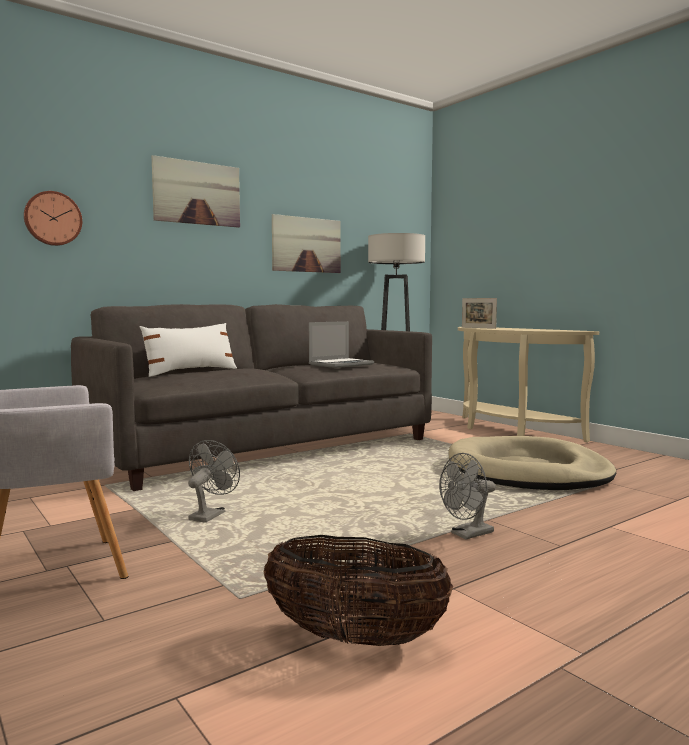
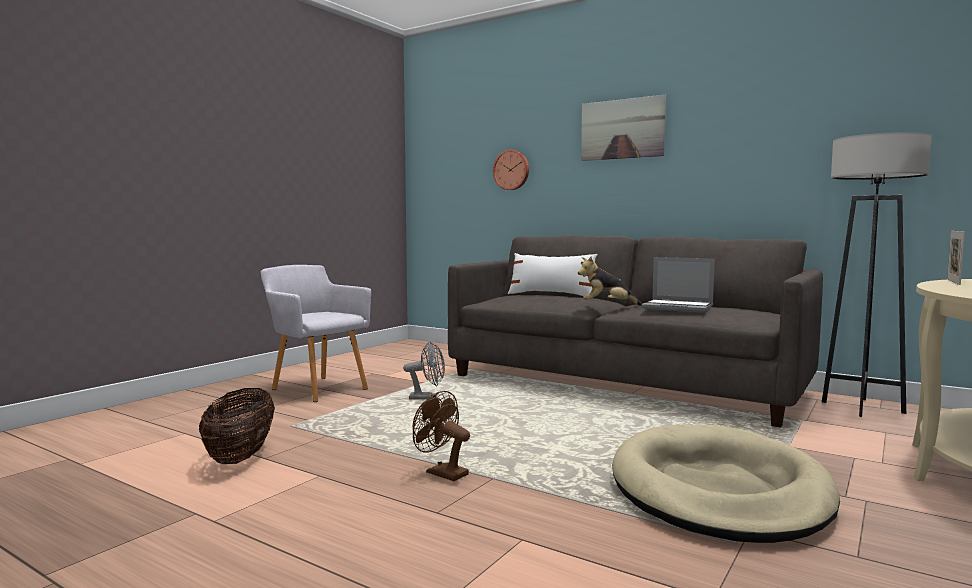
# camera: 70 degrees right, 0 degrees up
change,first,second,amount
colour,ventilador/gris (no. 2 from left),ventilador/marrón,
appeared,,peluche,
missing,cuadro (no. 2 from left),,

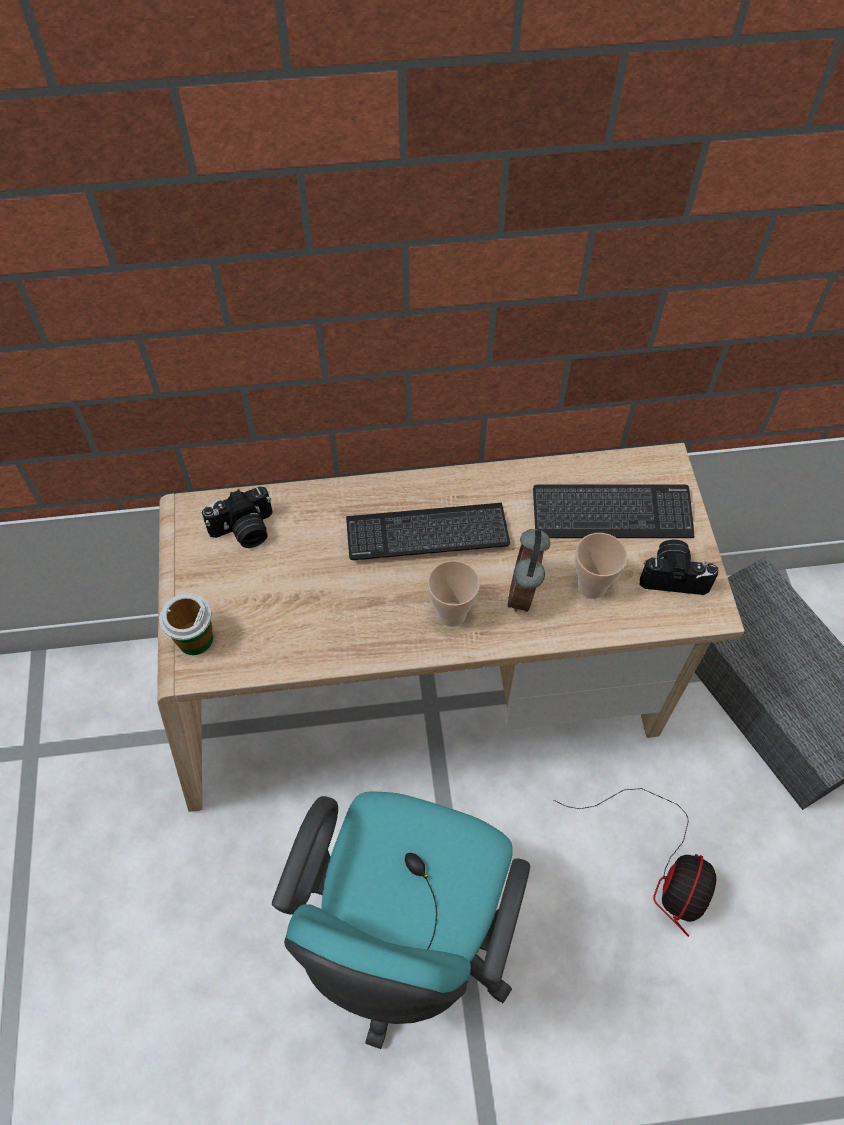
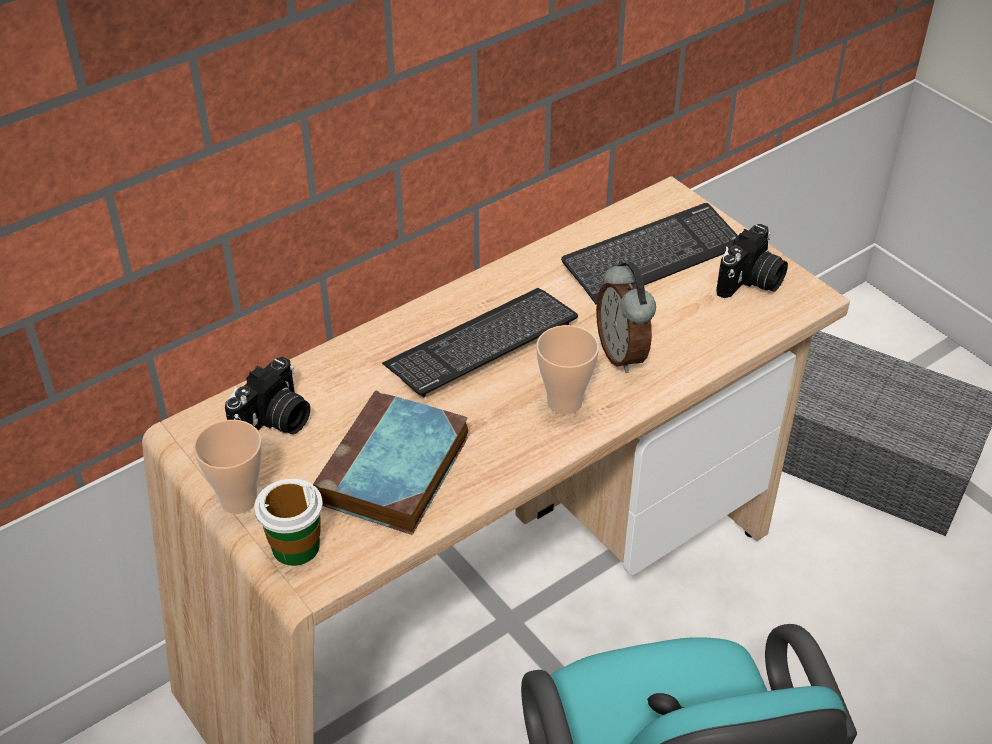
# camera: 30 degrees left, 15 degrees down
change,first,second,amount
relocated,taza (no. 3 from left in the first image),taza (no. 1 from left),
appeared,,libro,
spun,cámara (no. 2 from left),,150 degrees clockwise
missing,ventilador,,

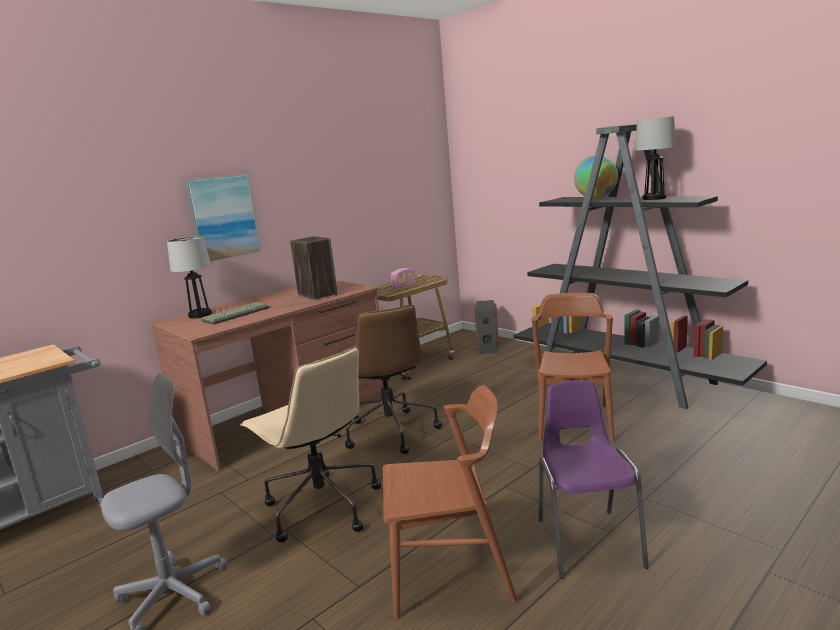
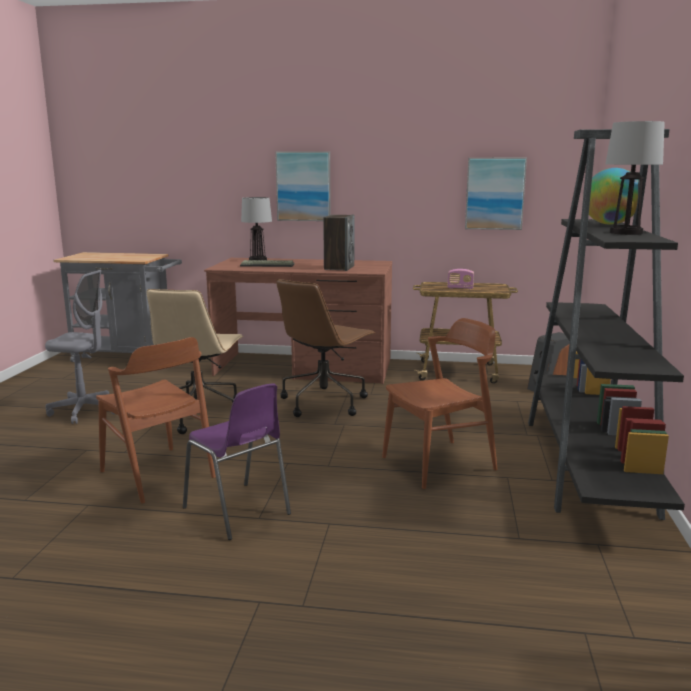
# camera: 50 degrees right, 0 degrees up
change,first,second,amount
spun,silla/morado,,90 degrees clockwise
appeared,,cuadro (no. 2 from left),

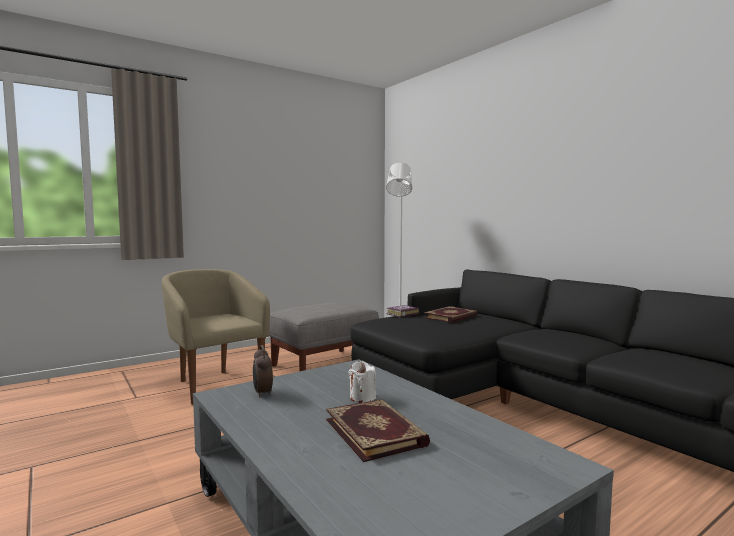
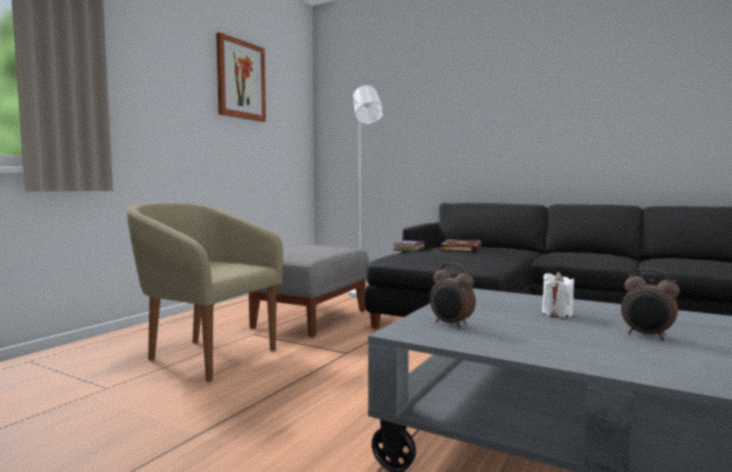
# camera: 25 degrees left, 0 degrees up
change,first,second,amount
appeared,,cuadro,
exchanged,libro (no. 1 from left),despertador (no. 2 from left),

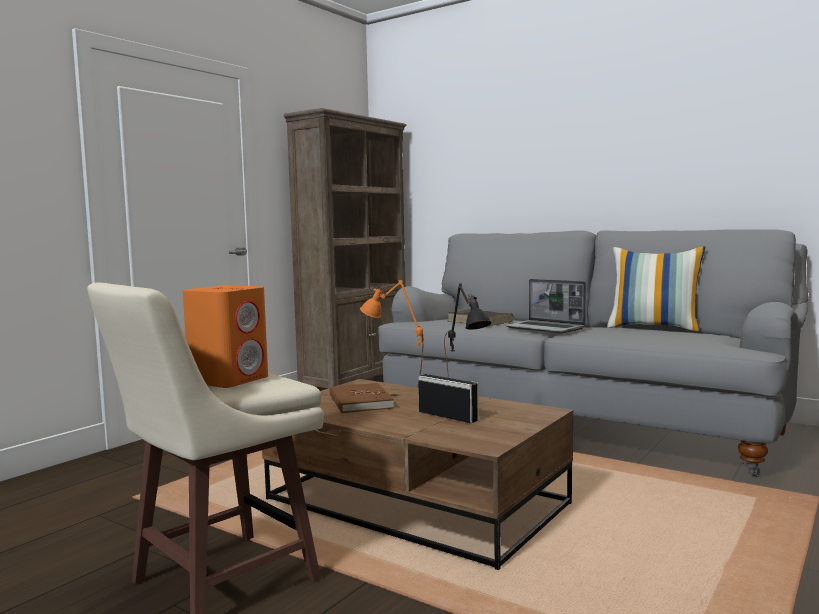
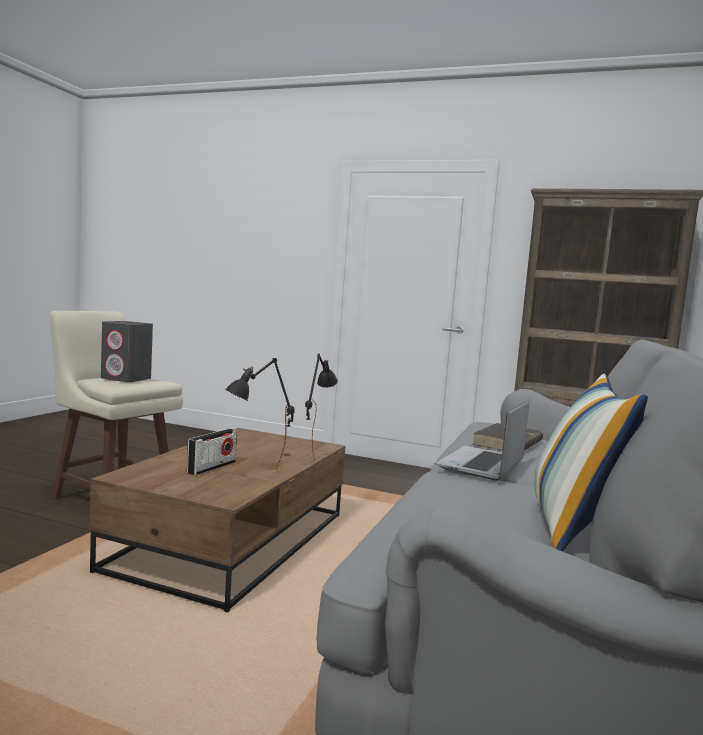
# camera: 75 degrees right, 0 degrees up
change,first,second,amount
colour,altavoz/naranja,altavoz/gris,
colour,lámpara de mesa/naranja,lámpara de mesa/negro (no. 2 from left),
missing,libro/marrón (no. 1 from left),,

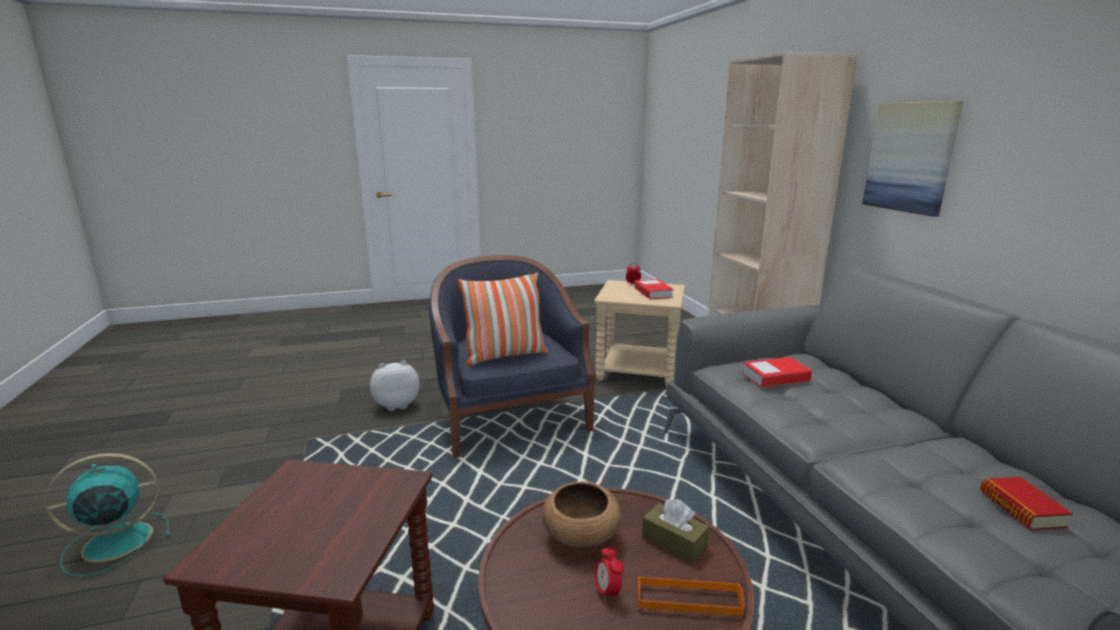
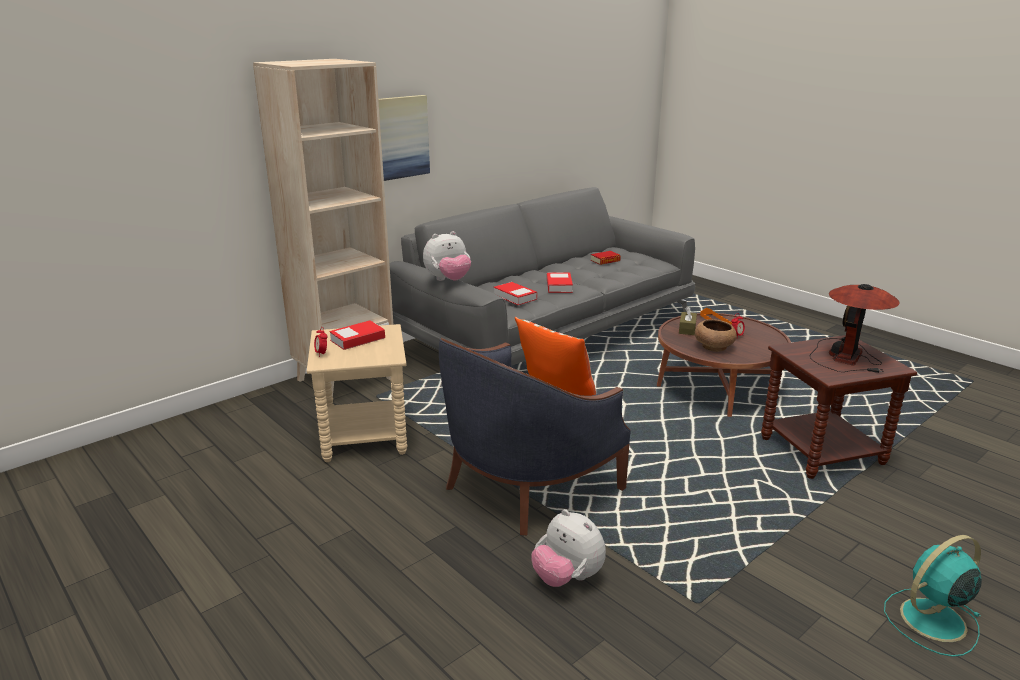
# camera: 115 degrees left, 5 degrees up
change,first,second,amount
appeared,,peluche (no. 1 from left),
appeared,,libro (no. 3 from left),
appeared,,lámpara de mesa,
spun,ventilador/turquesa,,120 degrees clockwise

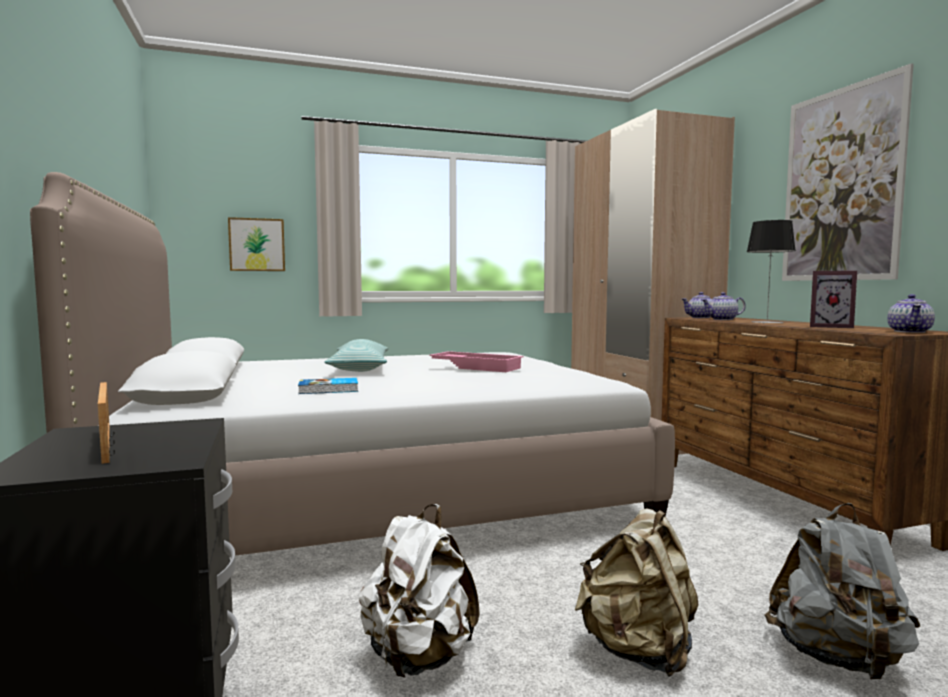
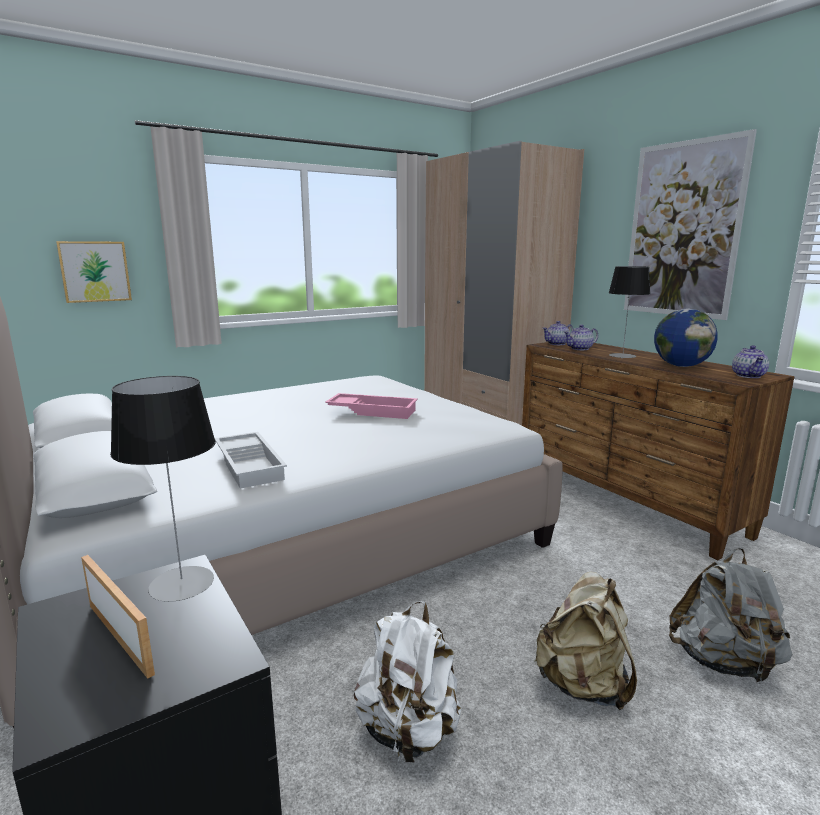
# camera: 15 degrees left, 10 degrees up
change,first,second,amount
appeared,,lámpara de mesa (no. 1 from left),
exchanged,libro,bandeja/blanco,
exchanged,portarretratos (no. 2 from left),globo terráqueo,
missing,cojín,,

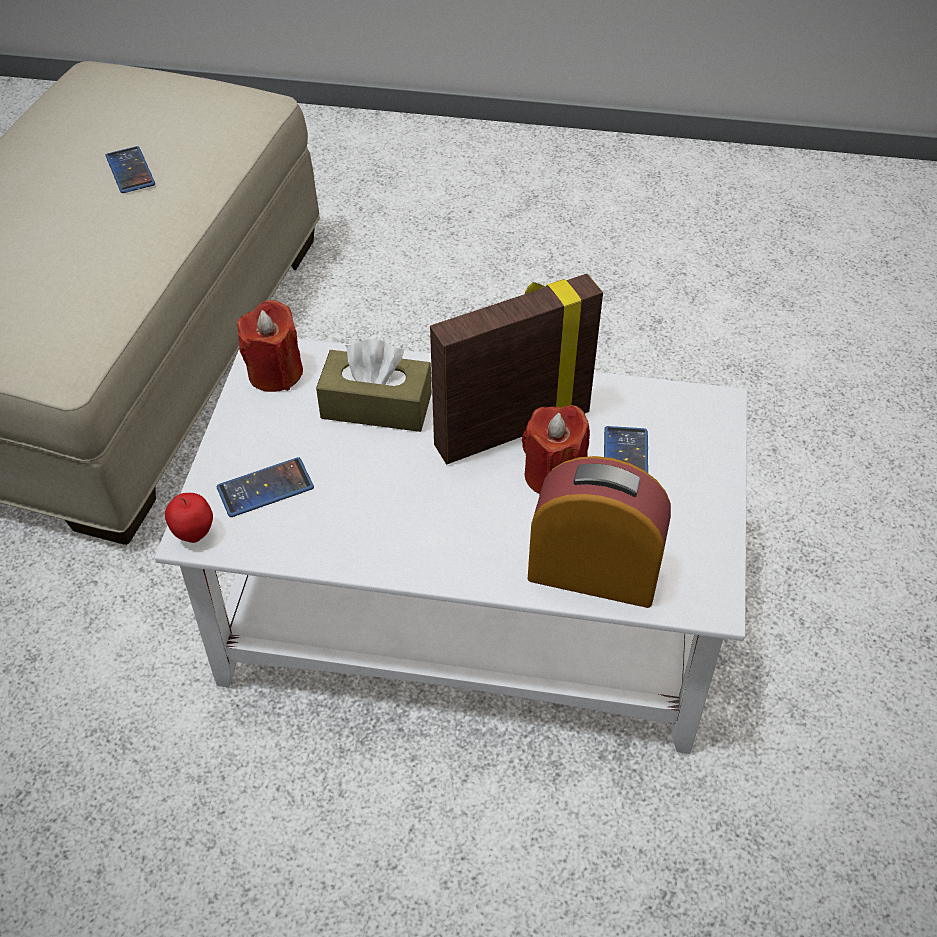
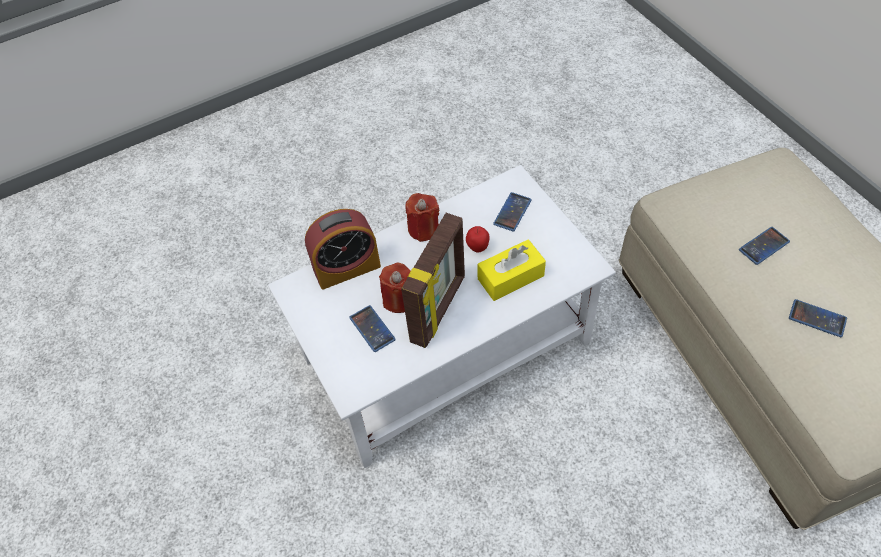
# camera: 145 degrees right, 5 degrees up
change,first,second,amount
relocated,vela/rojo (no. 1 from left in the first image),vela/rojo (no. 2 from left),
relocated,manzana,,
colour,caja de pañuelos/marrón,caja de pañuelos/amarillo,
appeared,,móvil (no. 3 from left),

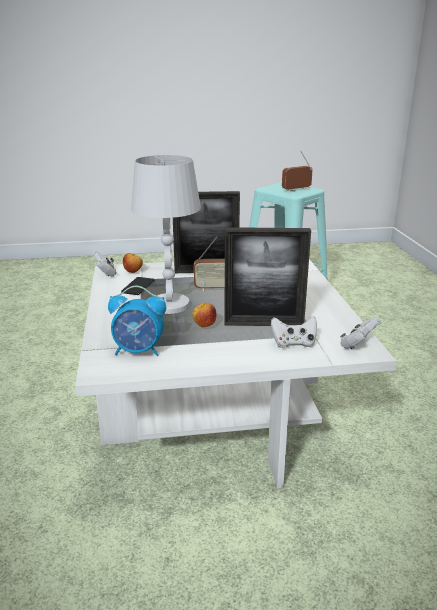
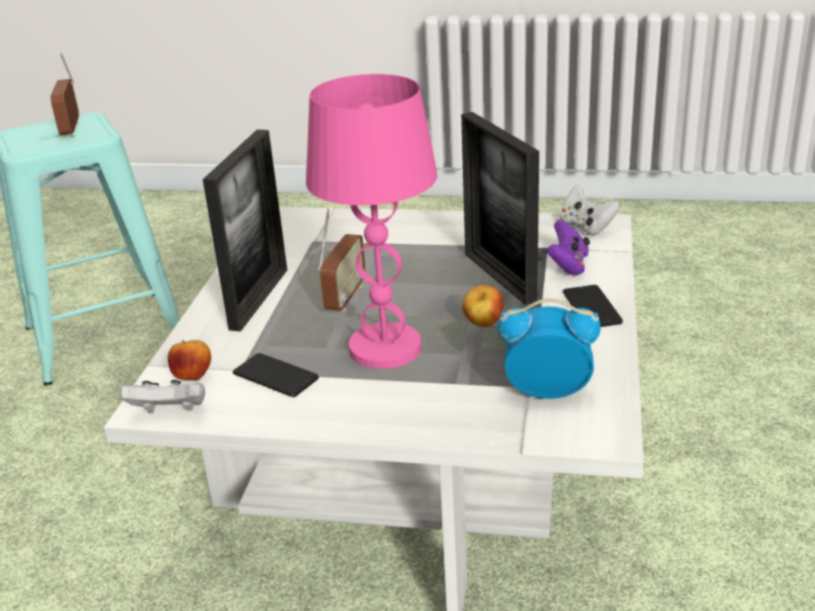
# camera: 70 degrees left, 5 degrees up
change,first,second,amount
colour,lámpara de mesa/blanco,lámpara de mesa/rosa,
spun,portarretratos (no. 2 from left),,135 degrees clockwise
spun,despertador,,105 degrees counterclockwise
colour,mando de consola/blanco (no. 2 from left),mando de consola/morado,
appeared,,móvil (no. 2 from left),

